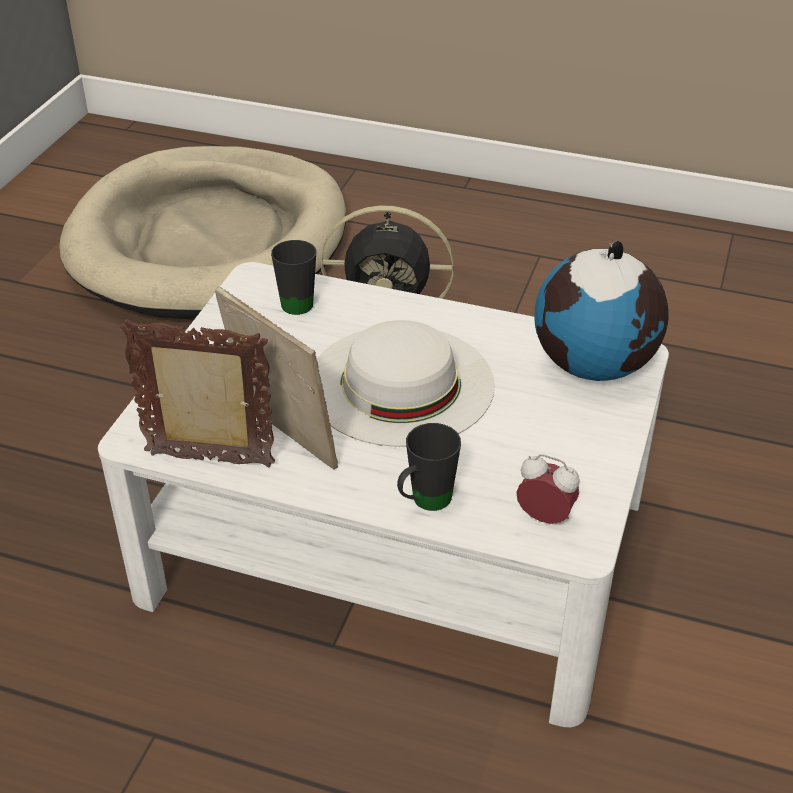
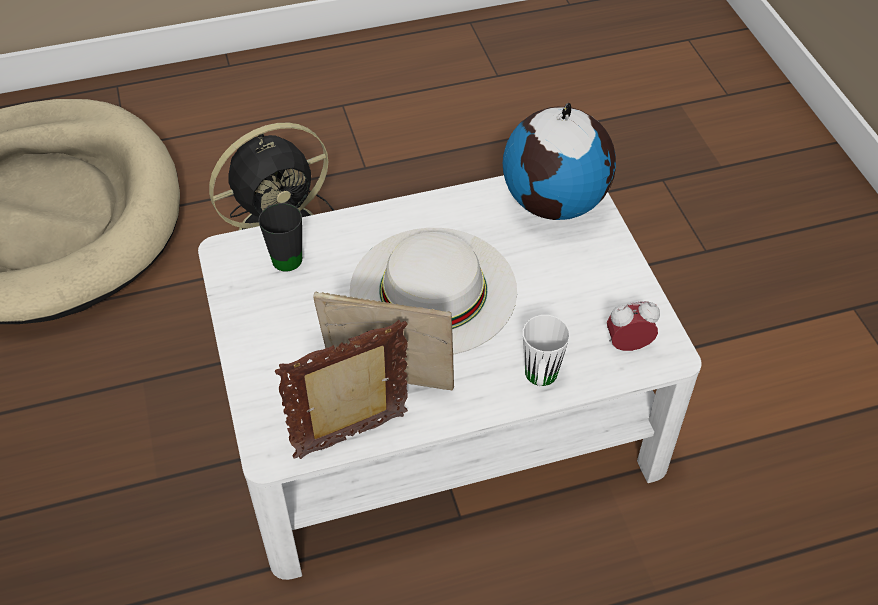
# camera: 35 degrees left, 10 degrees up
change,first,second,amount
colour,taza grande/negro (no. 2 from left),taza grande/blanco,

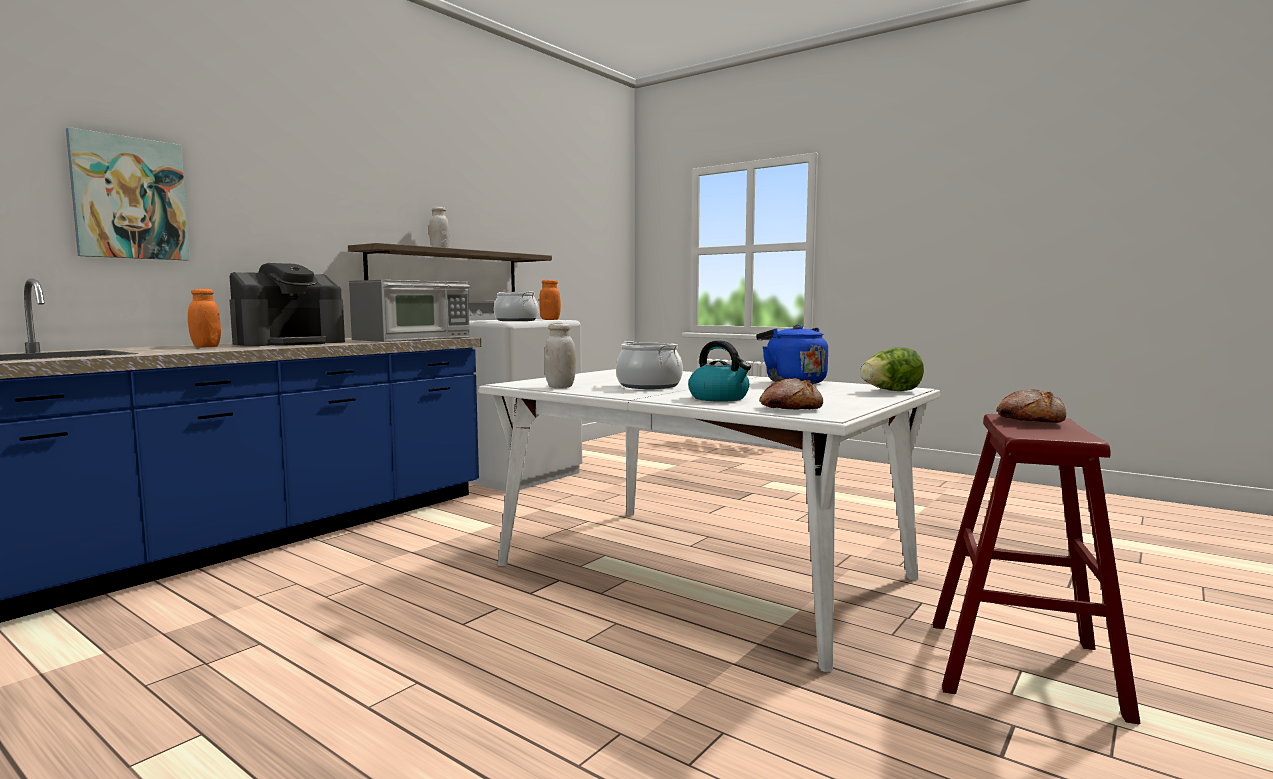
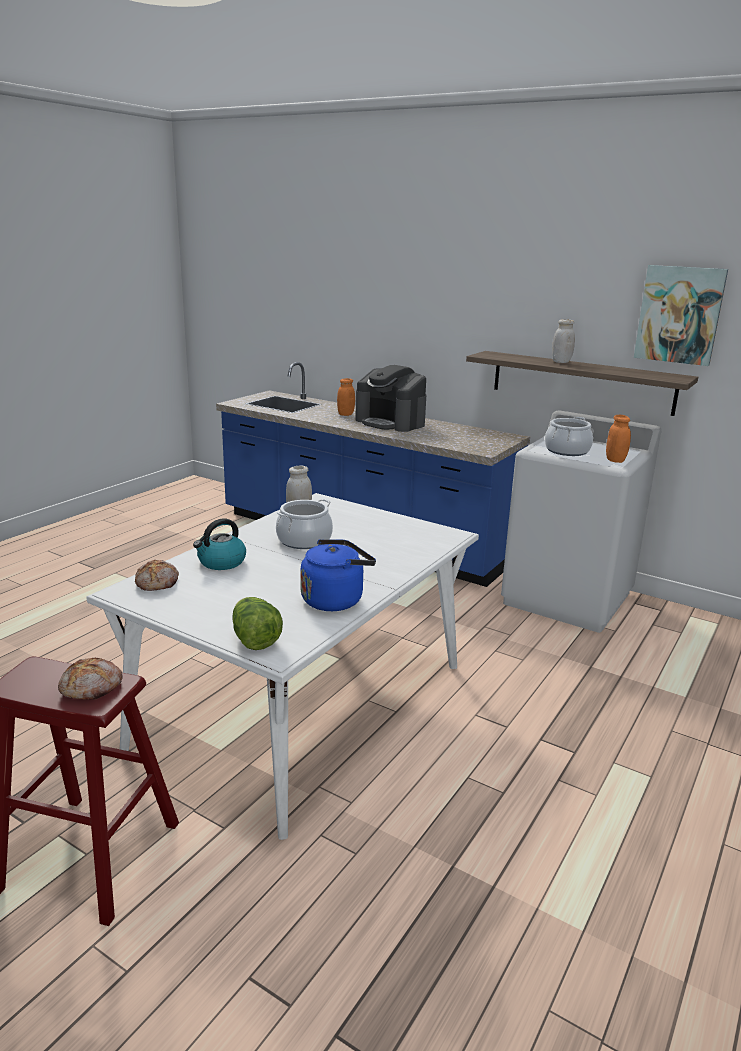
# camera: 85 degrees right, 15 degrees up
change,first,second,amount
relocated,cuadro,,
missing,microondas,,

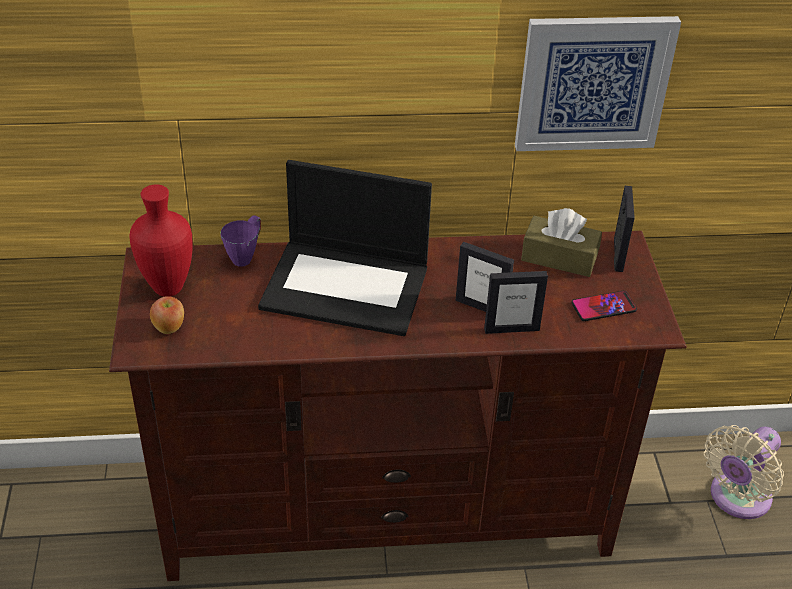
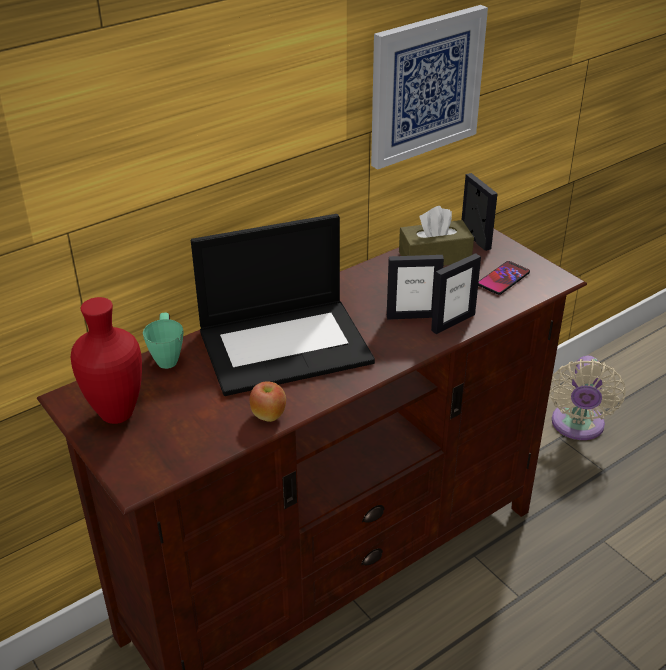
# camera: 30 degrees left, 5 degrees down
change,first,second,amount
colour,taza grande/morado,taza grande/verde,
relocated,manzana,,

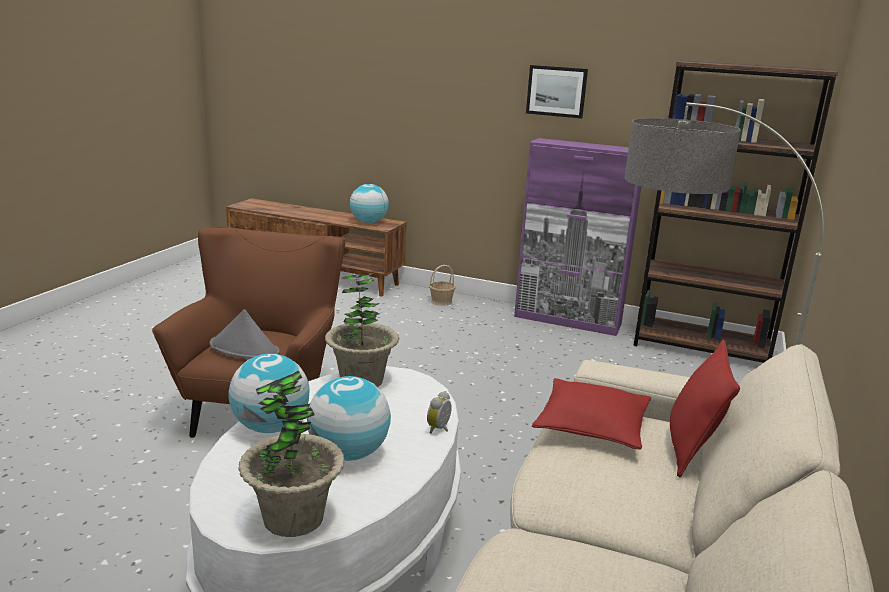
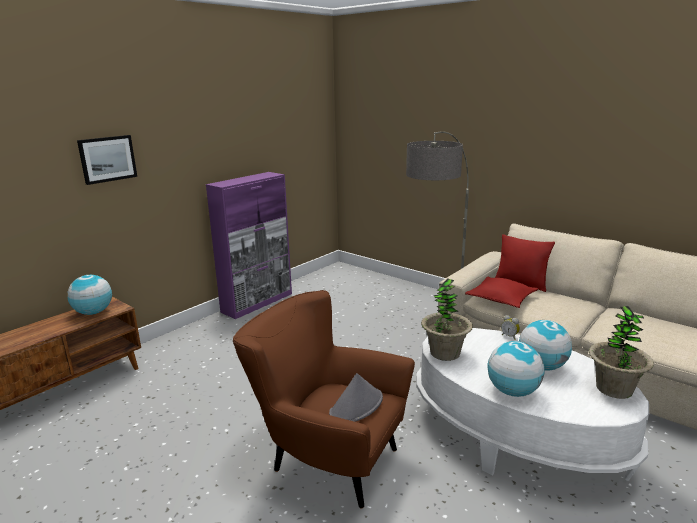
# camera: 70 degrees left, 0 degrees up
change,first,second,amount
relocated,cuadro,,
missing,cesta,,
missing,estantería/marrón,,

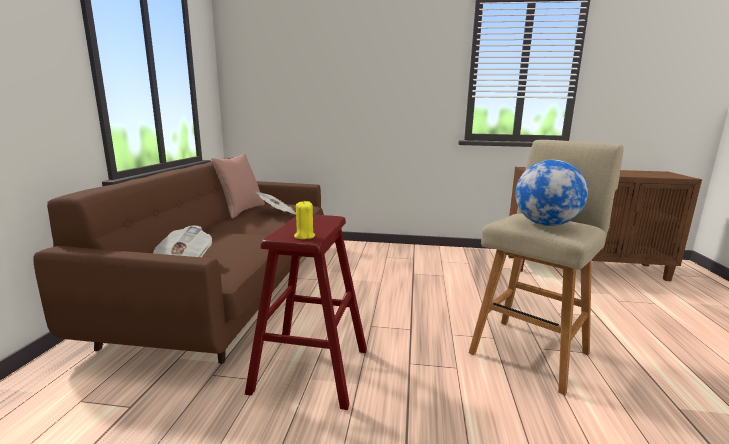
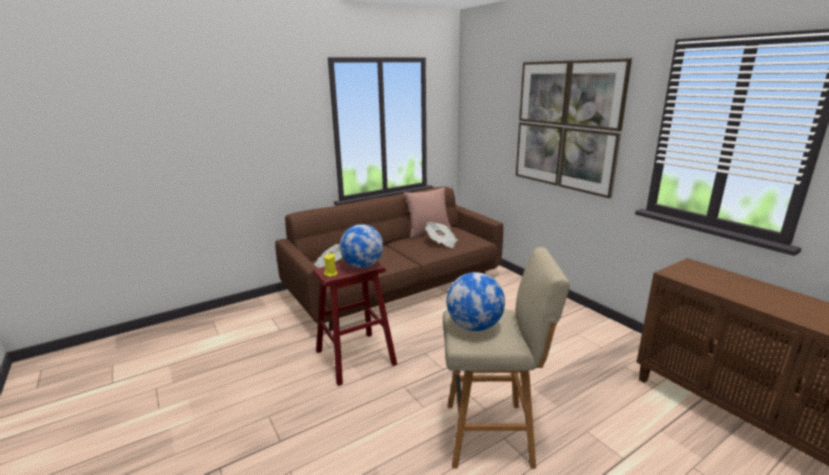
# camera: 50 degrees right, 5 degrees up
change,first,second,amount
appeared,,globo terráqueo (no. 1 from left),
appeared,,cuadro,

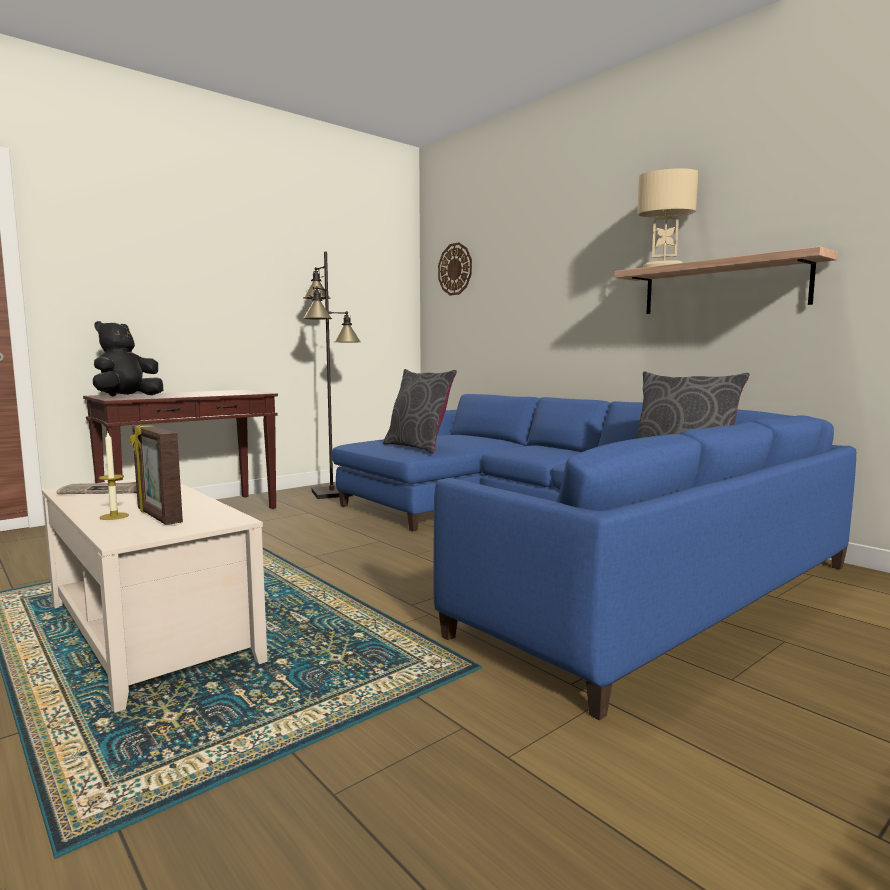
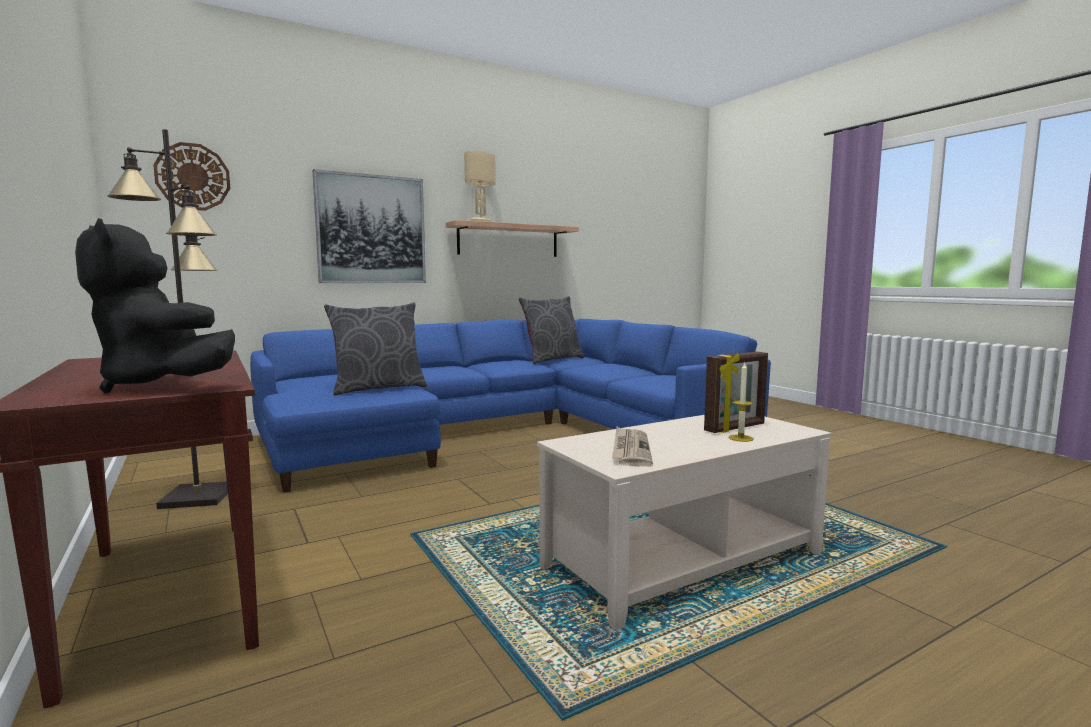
# camera: 80 degrees left, 0 degrees up
change,first,second,amount
appeared,,cuadro,

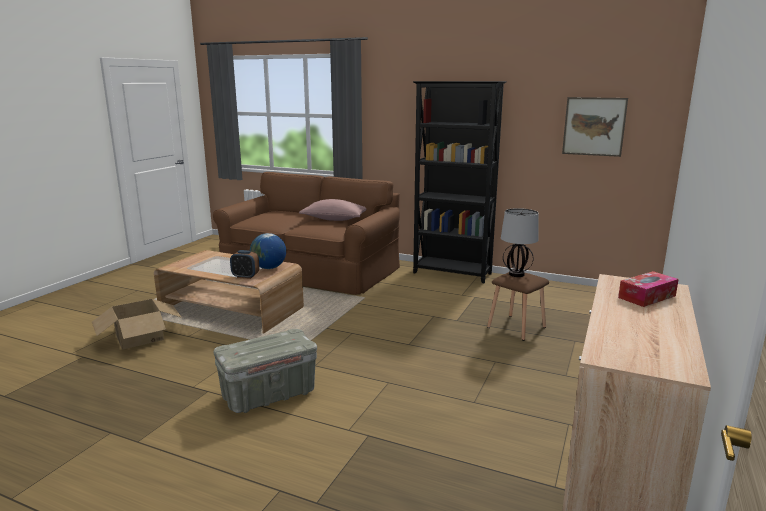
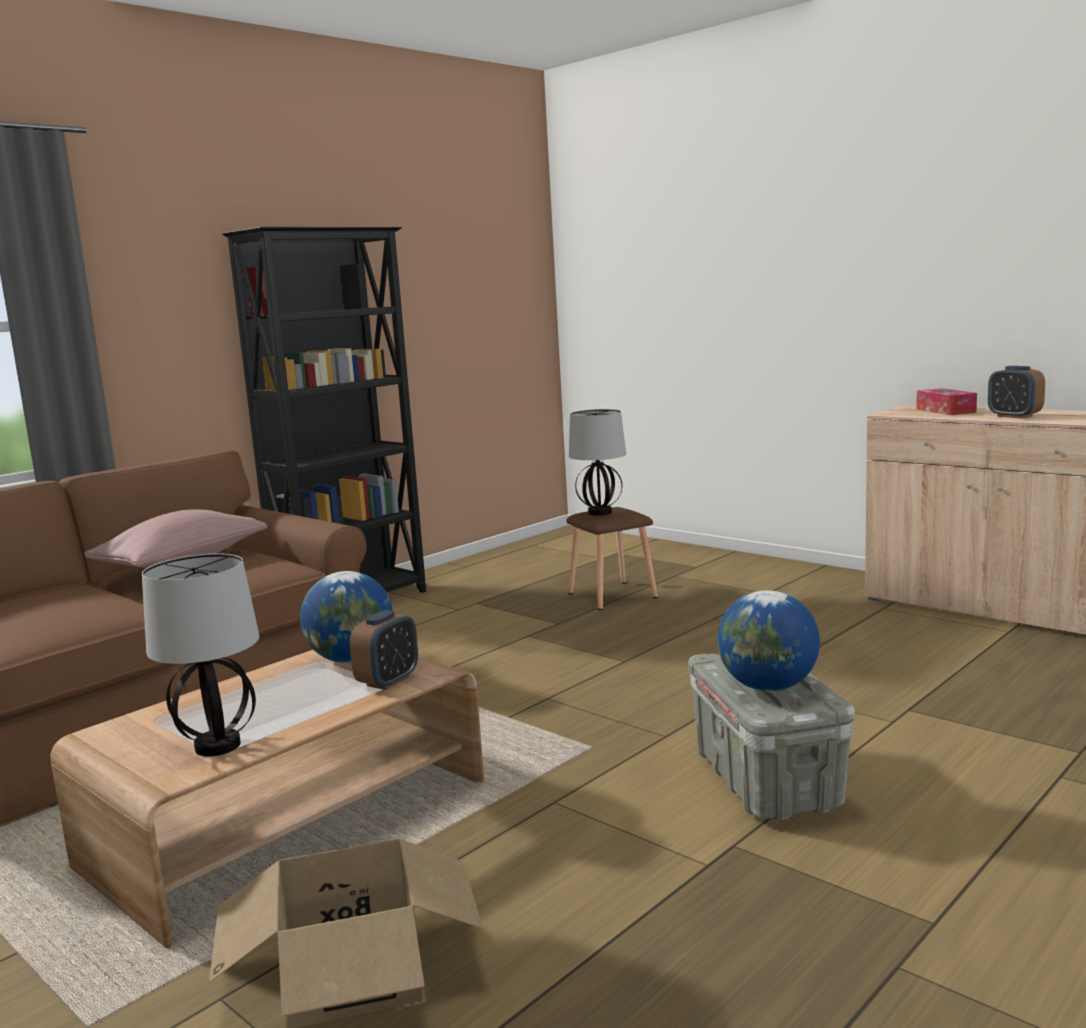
# camera: 70 degrees left, 5 degrees down
change,first,second,amount
appeared,,lámpara de mesa (no. 1 from left),
appeared,,globo terráqueo (no. 2 from left),
appeared,,despertador (no. 2 from left),
missing,cuadro,,

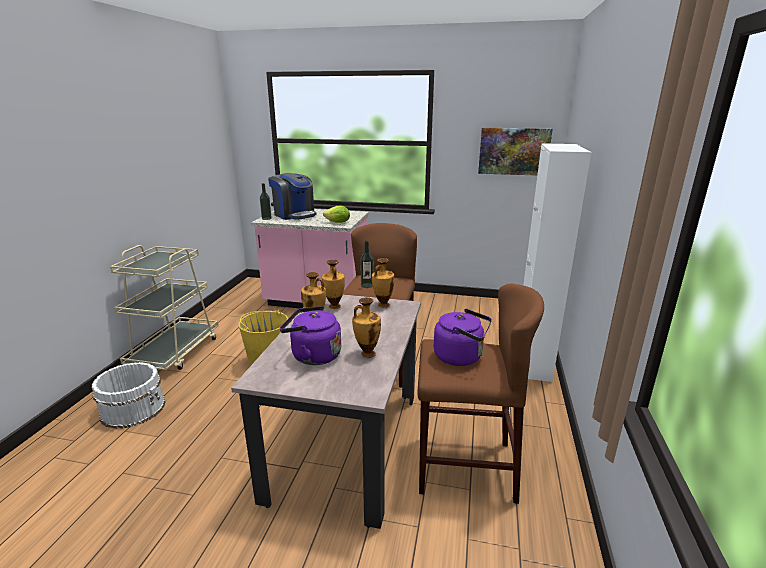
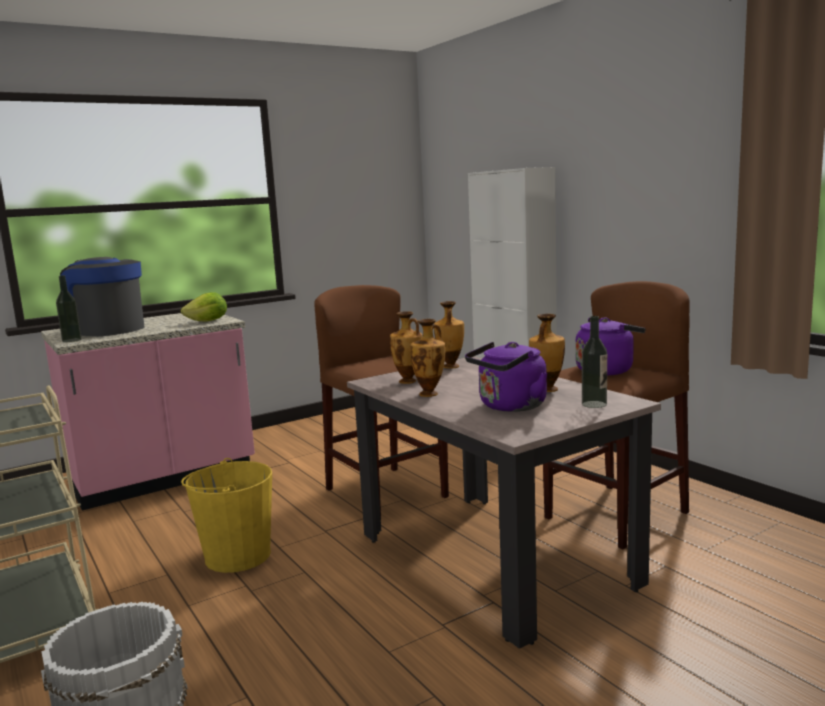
# camera: 45 degrees left, 10 degrees down
change,first,second,amount
spun,cafetera,,150 degrees counterclockwise
relocated,botella (no. 2 from left),,
missing,cuadro,,

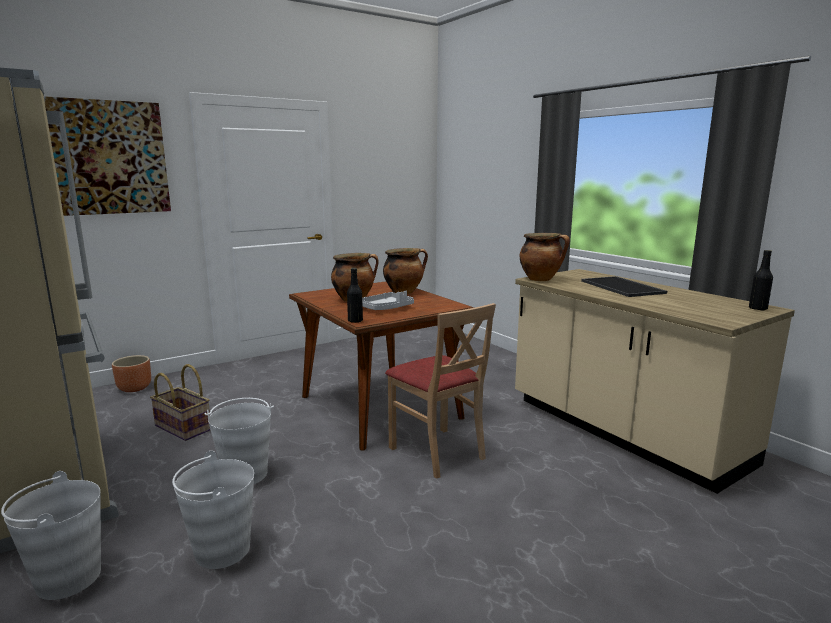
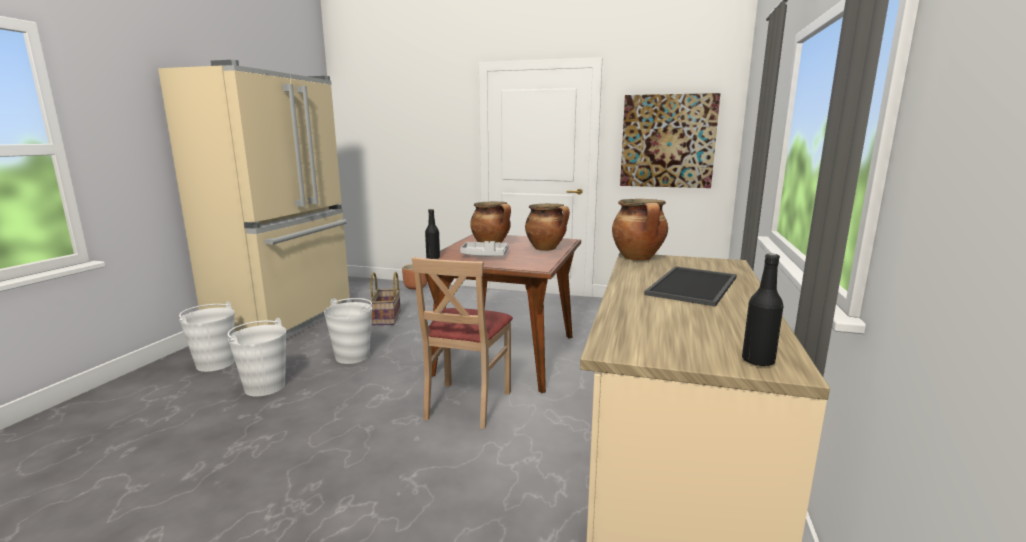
# camera: 50 degrees right, 0 degrees up
change,first,second,amount
relocated,cuadro,,

